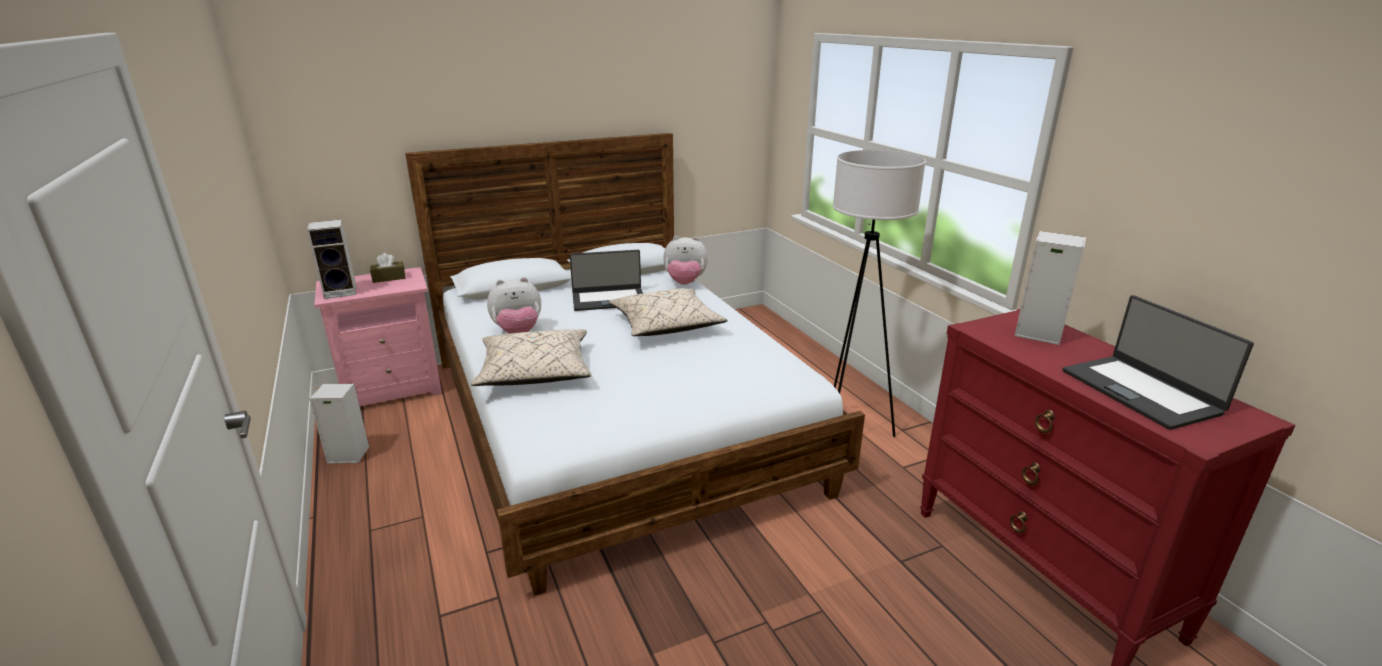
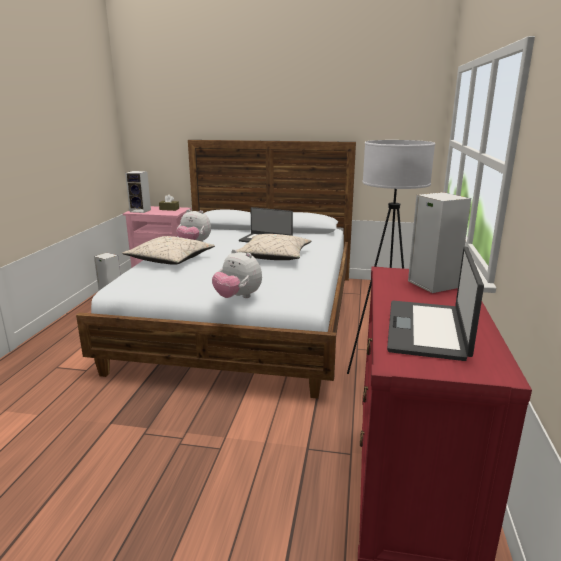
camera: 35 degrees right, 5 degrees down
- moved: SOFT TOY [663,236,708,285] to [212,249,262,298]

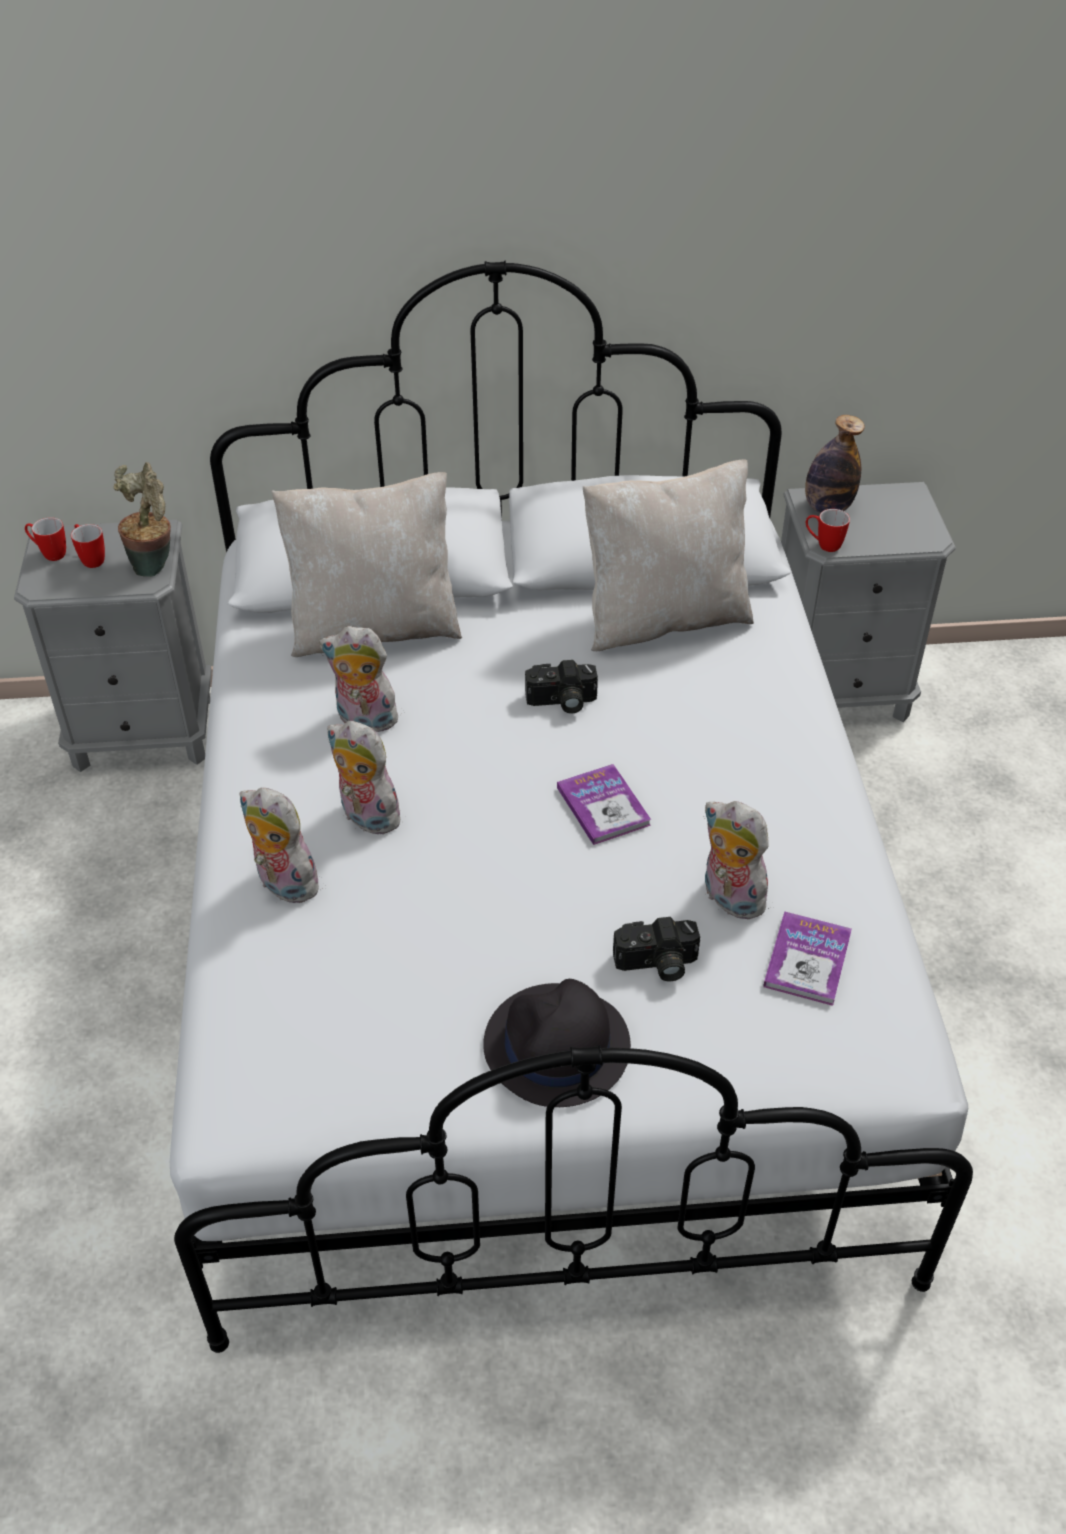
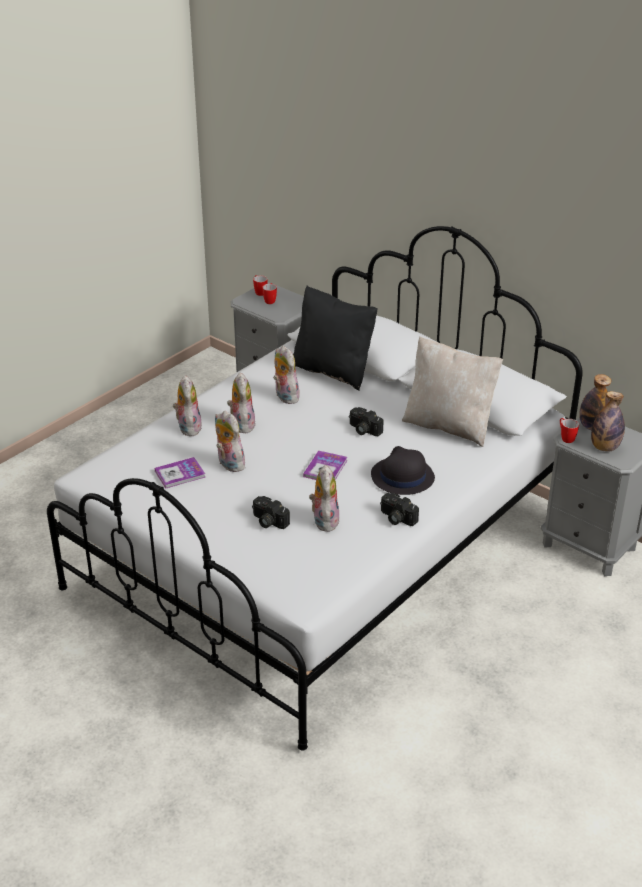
camera: 45 degrees right, 10 degrees down
- removed: PLANT IN A POT [113,462,171,577]
- added: SOFT TOY [215,411,245,472]
- added: PHOTO CAMERA [380,493,419,526]
- added: BOTTLE [591,391,625,452]
- moved: BLACKISH WEARABLE HAT [483,979,631,1107] to [371,446,435,495]
- moved: BOUND BOOK [763,911,852,1006] to [154,457,205,488]
- recoloured: BEIGE-COLOURED THROW PILLOW [272,472,462,657] to BLACKISH THROW PILLOW [293,286,377,391]

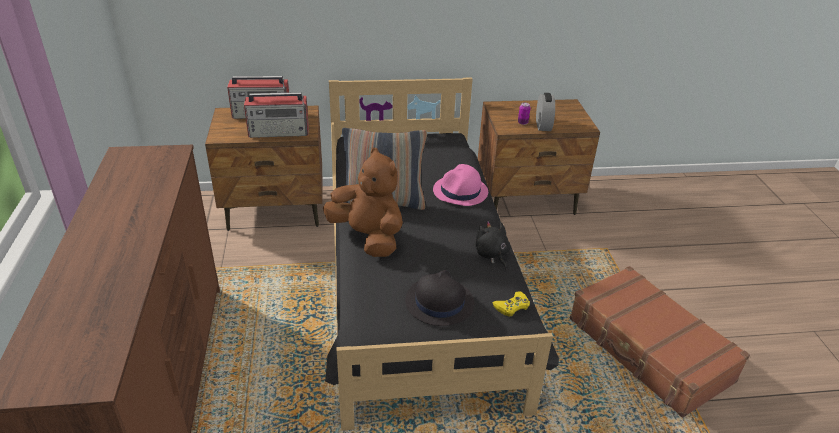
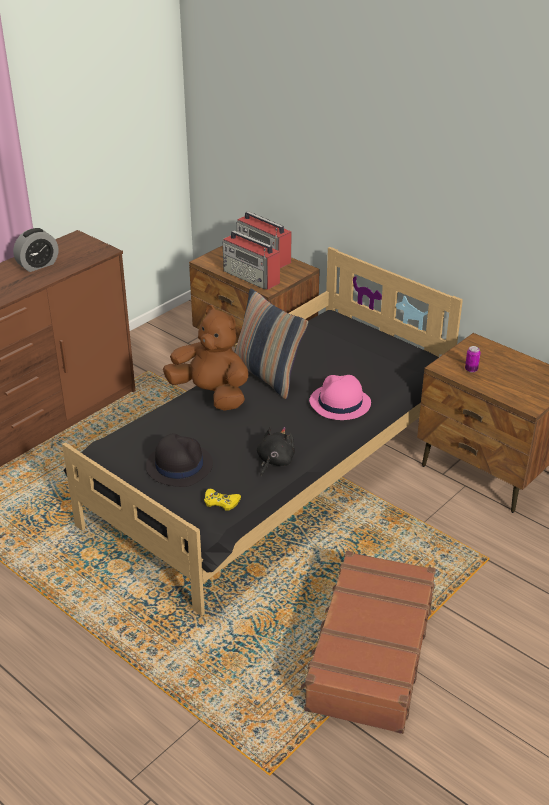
camera: 50 degrees right, 0 degrees up
- moved: TABLE CLOCK [536,93,555,131] to [13,228,58,272]
- turned: BROWN SOFT TOY [323,148,403,257] = [163,305,248,411] 60 degrees counterclockwise

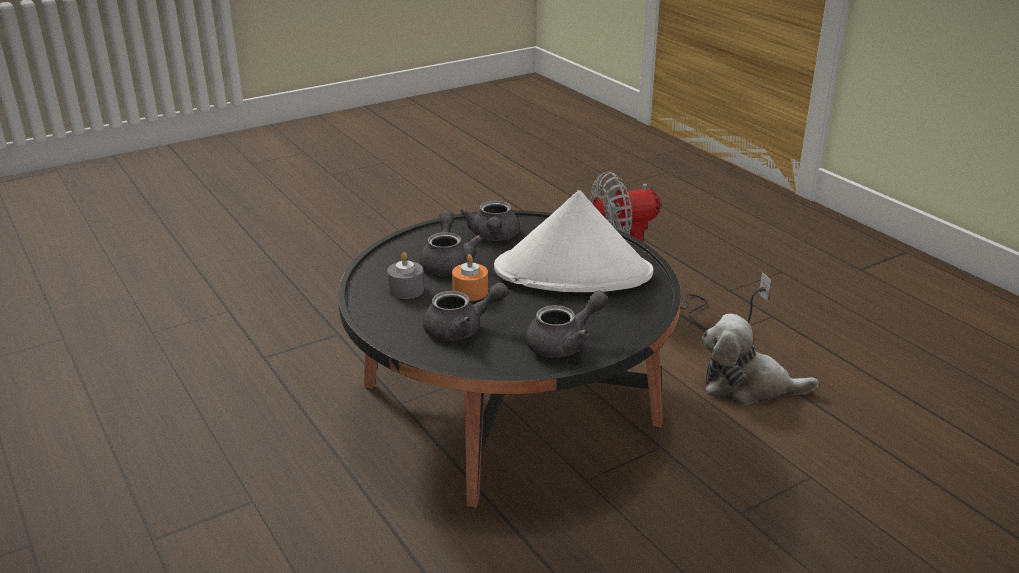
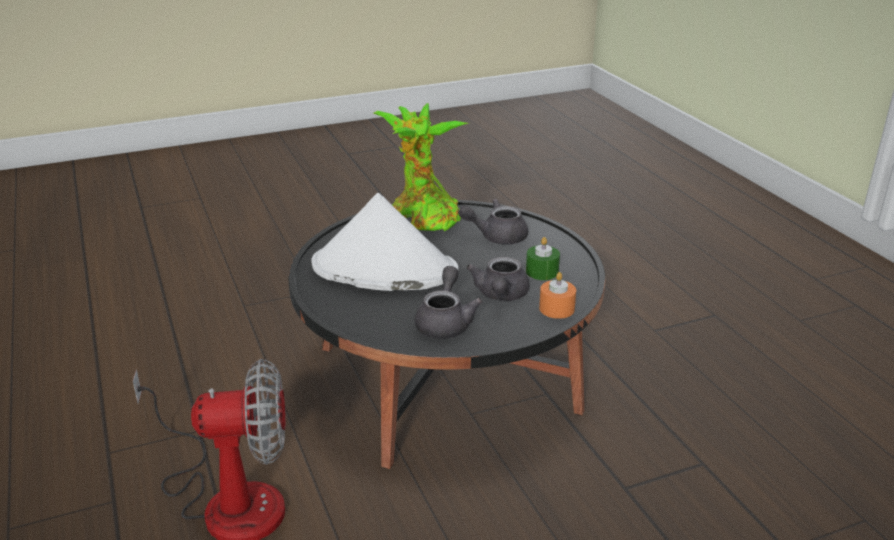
camera: 170 degrees left, 0 degrees up
- removed: SOFT TOY [702,314,819,405]
- moved: ORANGE-COLOURED CANDLE [452,254,488,301] to [539,272,576,319]
- replaced: GREY TEAPOT [526,290,608,358] to PLANT IN A POT [374,103,468,231]
- recoloured: GREY CANDLE [387,252,424,299] to GREEN CANDLE [526,237,560,280]

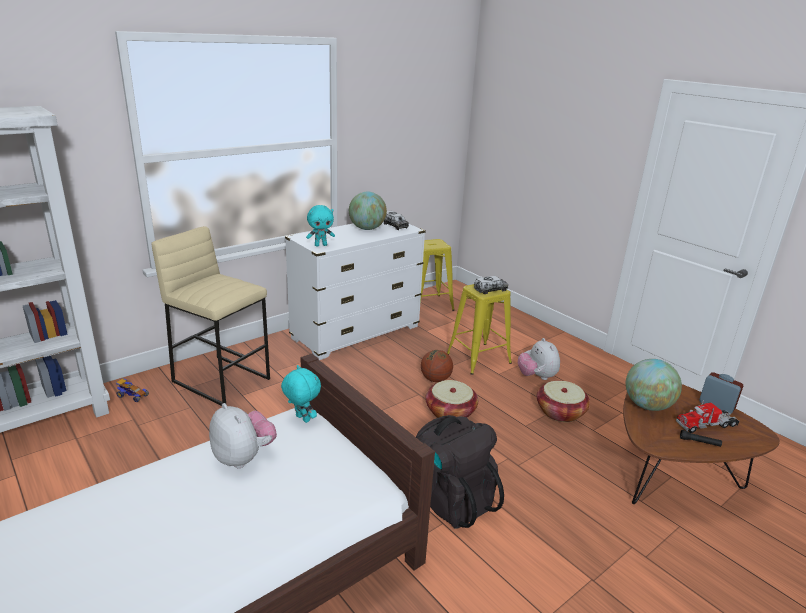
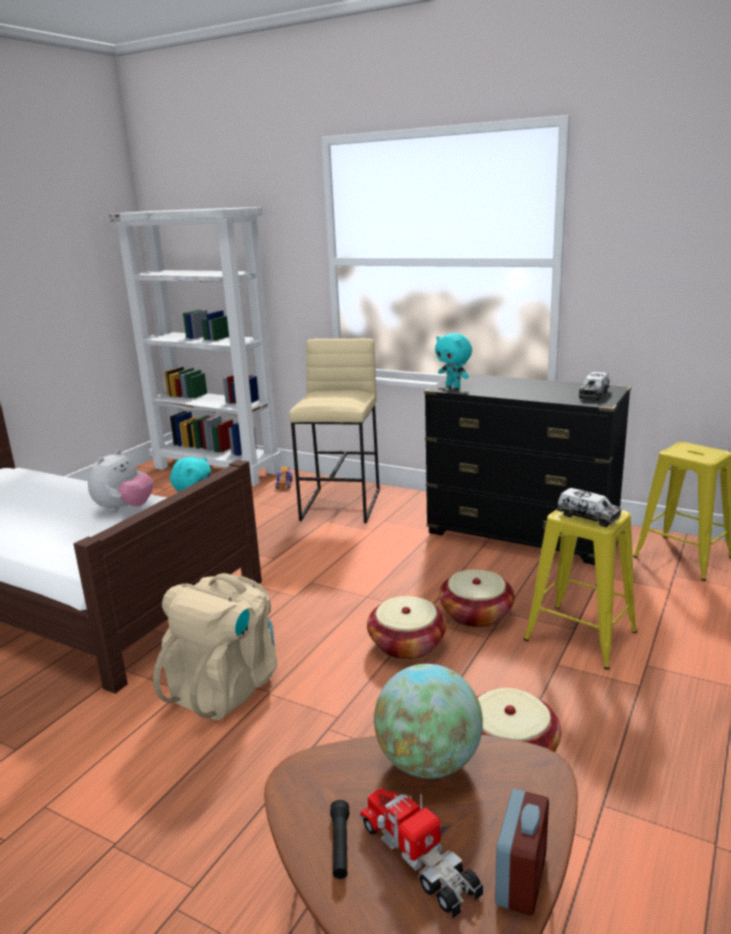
camera: 70 degrees right, 5 degrees down
- removed: WORLD GLOBE [349,192,387,230]
- removed: SOFT TOY [518,338,560,380]
- replaced: BASKETBALL [421,350,453,382] to BASKET [439,570,515,628]
- recoloured: WHITE DRAWER CHEST [285,222,426,360] to BLACKISH DRAWER CHEST [424,374,631,565]
- recoloured: BLACKISH RUCKSACK [416,415,504,529] to BEIGE-COLOURED RUCKSACK [153,573,277,720]

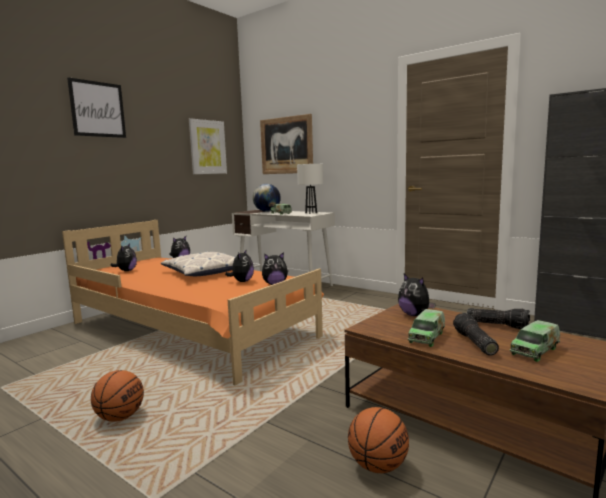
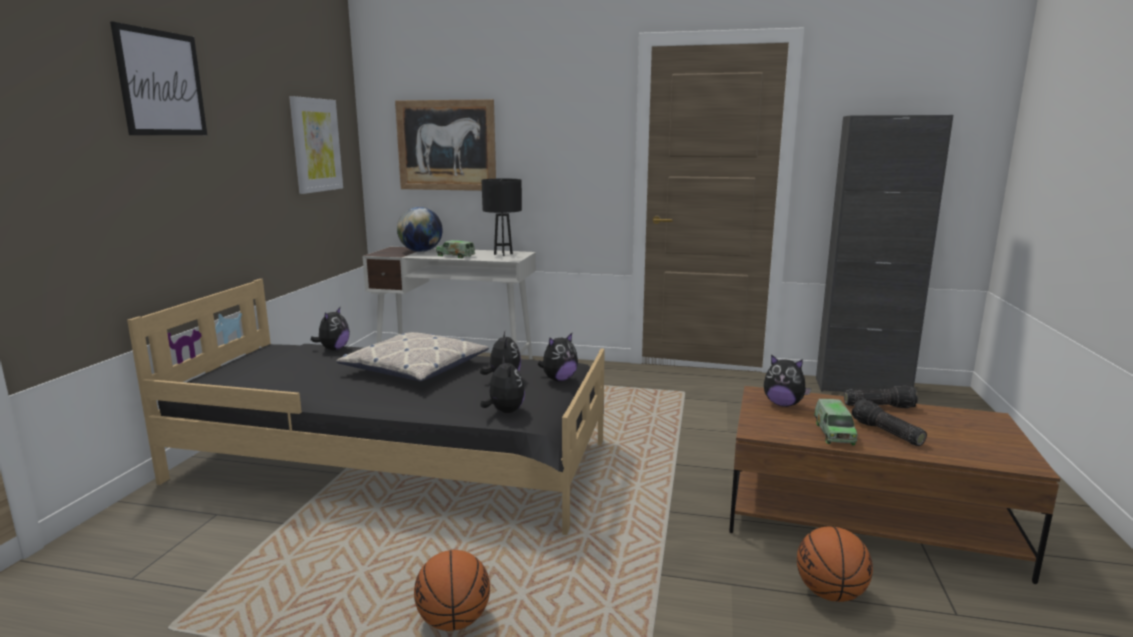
camera: 25 degrees left, 5 degrees up
- removed: TOY TRUCK [510,320,560,362]
- moved: SOFT TOY [110,243,137,271] to [481,356,525,413]
- recoloured: ORANGE-COLOURED BEDROOM BED [62,220,324,386] to BLACKISH BEDROOM BED [127,279,605,535]
- recoloured: WHITE LAMP FOR A TABLE [297,164,323,214] to BLACKISH LAMP FOR A TABLE [481,178,522,256]

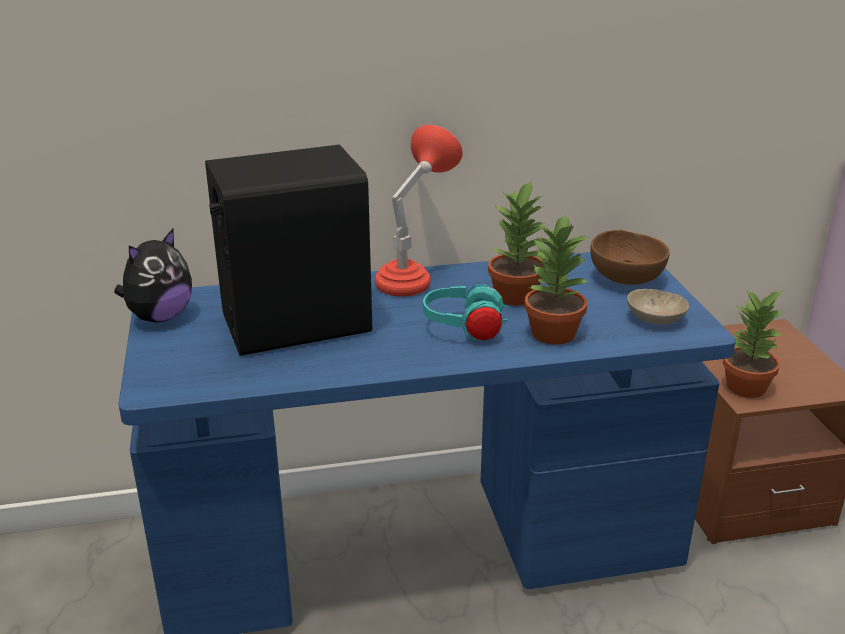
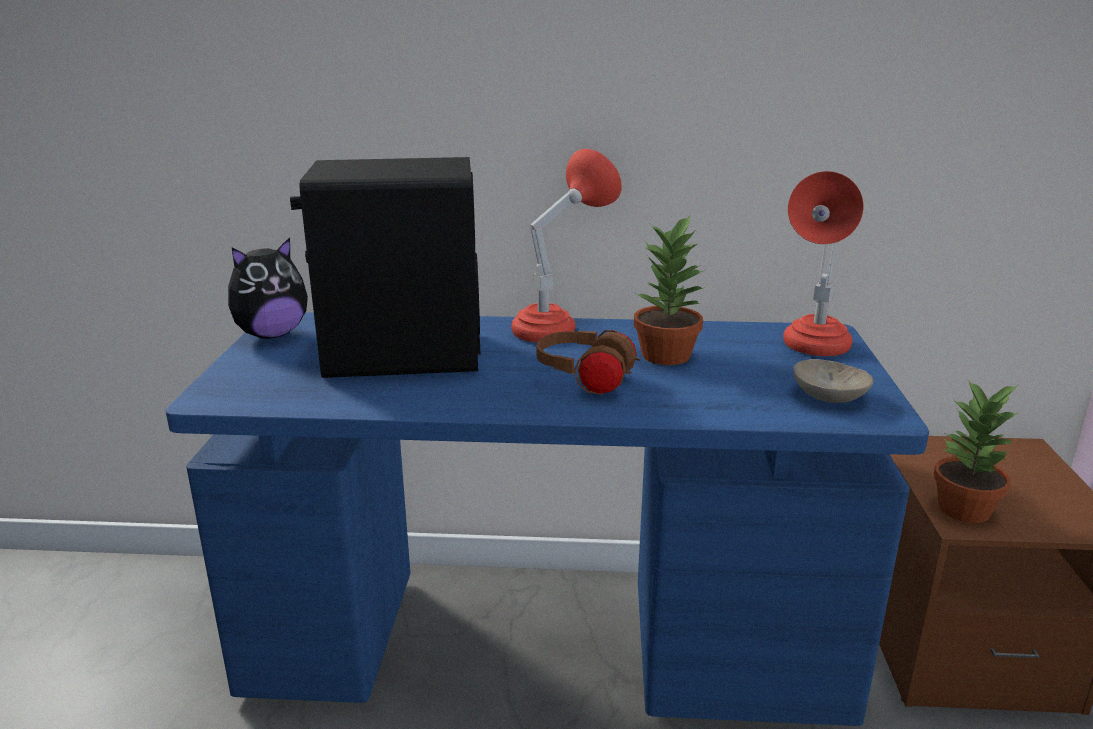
camera: 15 degrees right, 5 degrees down
- removed: PLANT IN A POT [524,214,589,345]
- replaced: BROWN DEEP DISH [590,230,670,285] to RED-COLOURED LAMP FOR A TABLE [783,171,863,356]
- recoloured: TURQUOISE HEADPHONES [423,285,508,341] to BROWN HEADPHONES [537,330,640,395]

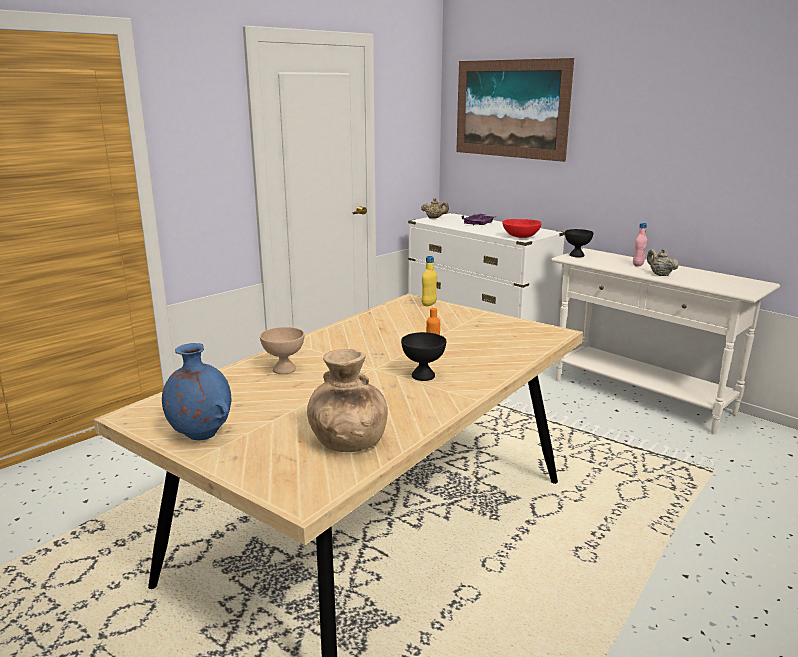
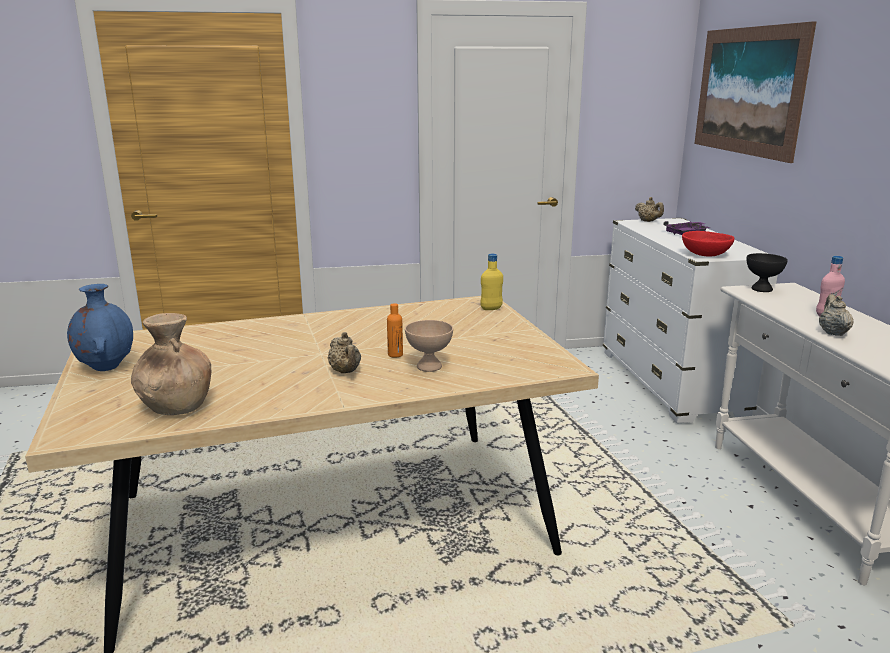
camera: 35 degrees right, 0 degrees up
- moved: BEIGE-COLOURED DEEP DISH [260,327,304,374] to [405,320,453,372]
- replaced: BLACKISH DEEP DISH [401,332,446,381] to BEIGE-COLOURED TEAPOT [328,332,361,373]

